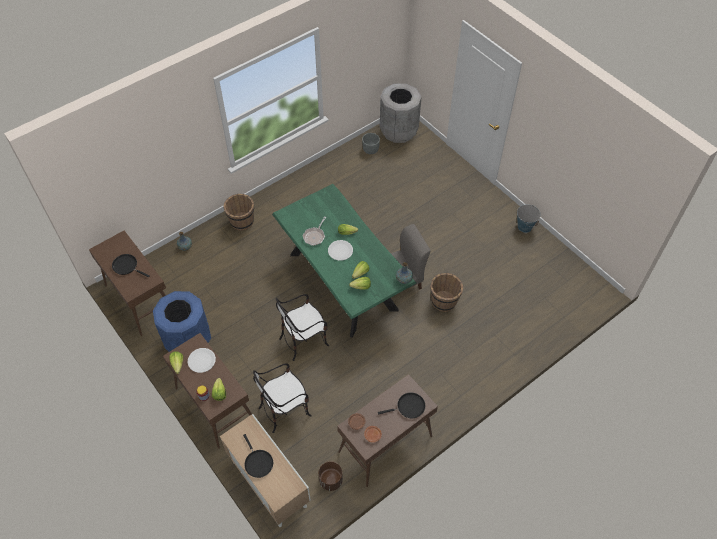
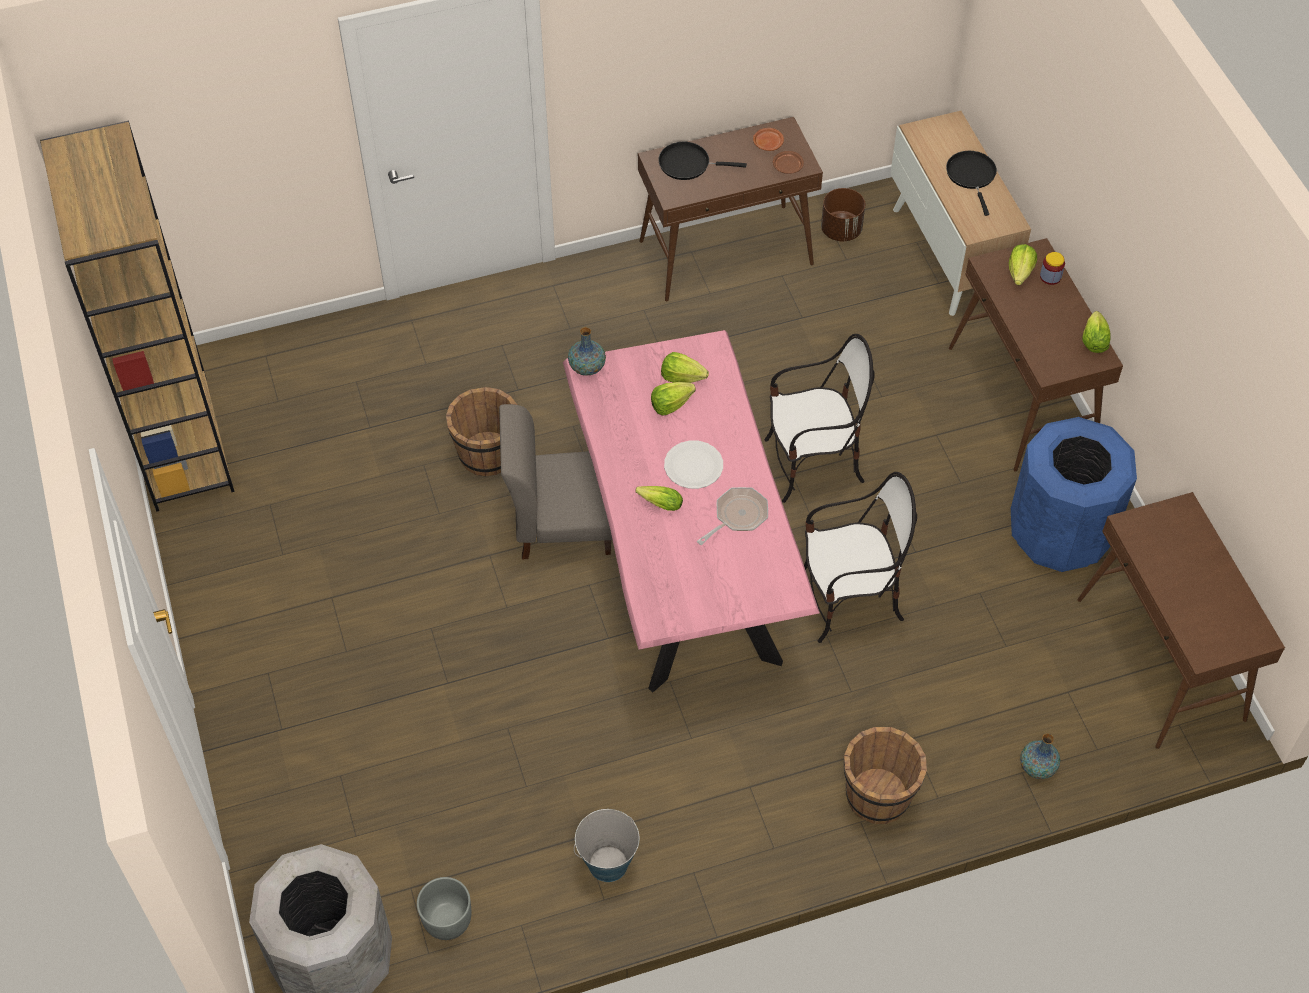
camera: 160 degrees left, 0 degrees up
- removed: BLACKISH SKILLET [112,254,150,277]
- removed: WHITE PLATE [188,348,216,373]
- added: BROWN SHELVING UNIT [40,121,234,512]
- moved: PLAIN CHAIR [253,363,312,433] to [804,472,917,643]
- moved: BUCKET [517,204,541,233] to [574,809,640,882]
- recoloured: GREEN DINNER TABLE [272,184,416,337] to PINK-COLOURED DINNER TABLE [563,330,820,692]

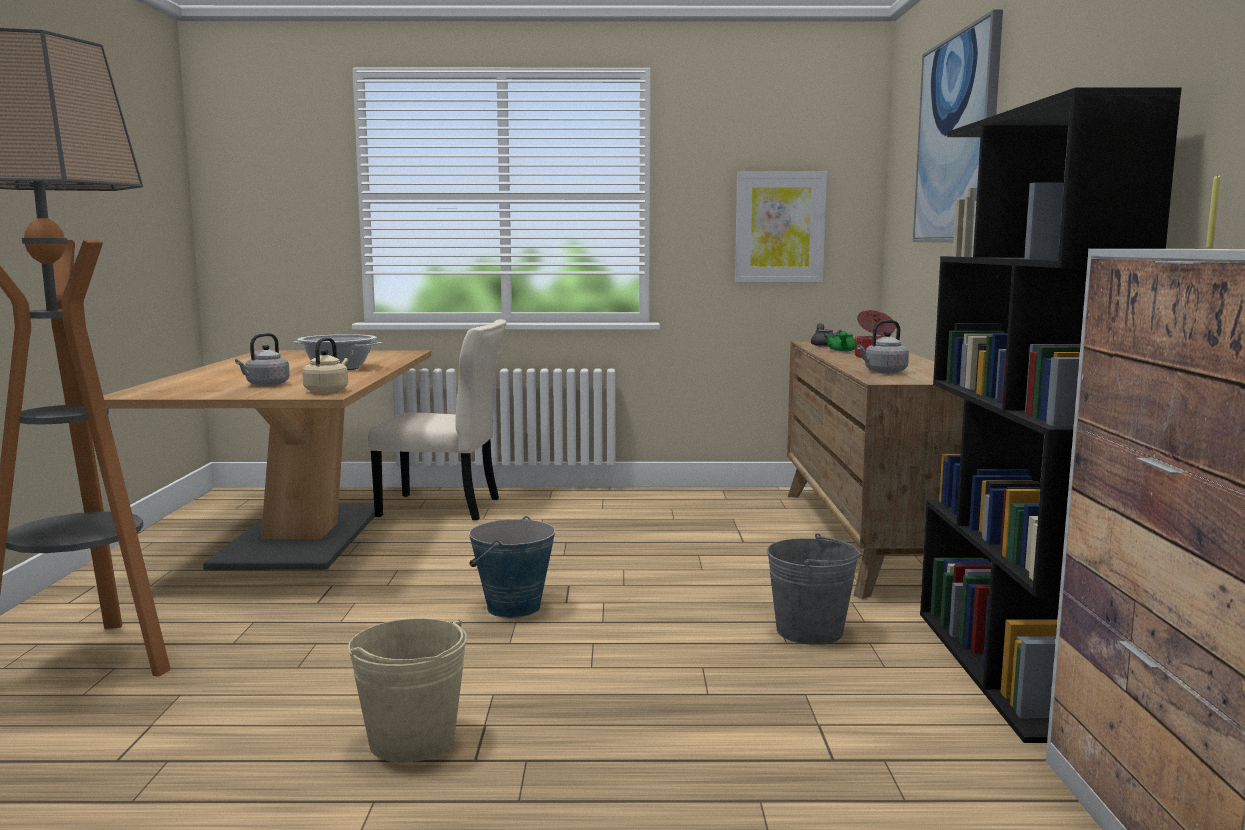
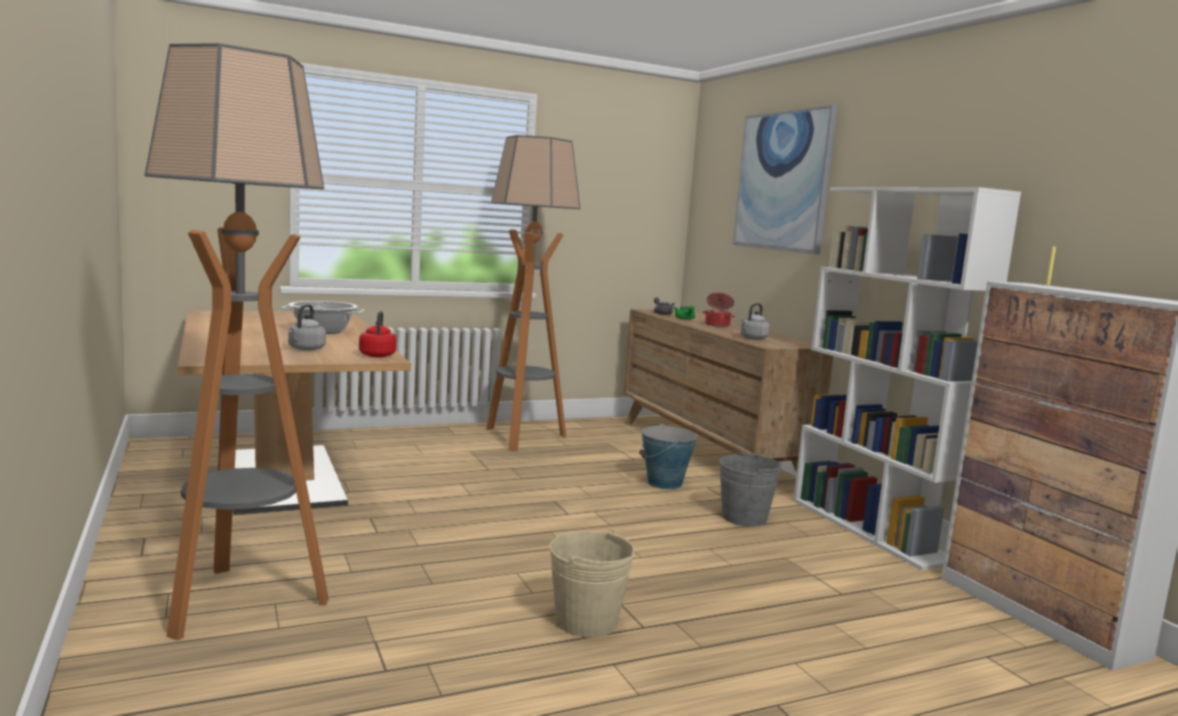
camera: 25 degrees left, 0 degrees up
- removed: BEIGE-COLOURED PLAIN CHAIR [368,319,507,520]
- removed: WALL PICTURE [735,172,827,282]
- added: STANDING LAMP [486,135,580,451]
- moved: BUCKET [469,516,555,618] to [639,424,697,490]
- recoloured: BEIGE-COLOURED TEA KETTLE [302,338,348,393] to RED-COLOURED TEA KETTLE [359,311,396,357]
- recoloured: BLACKISH SHELVING UNIT [920,87,1182,743] to WHITE SHELVING UNIT [793,187,1021,570]

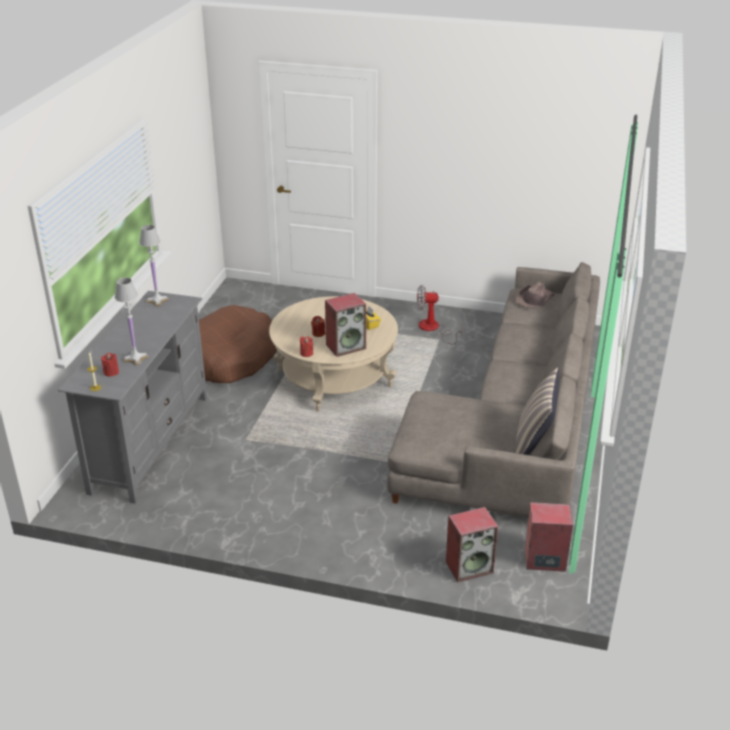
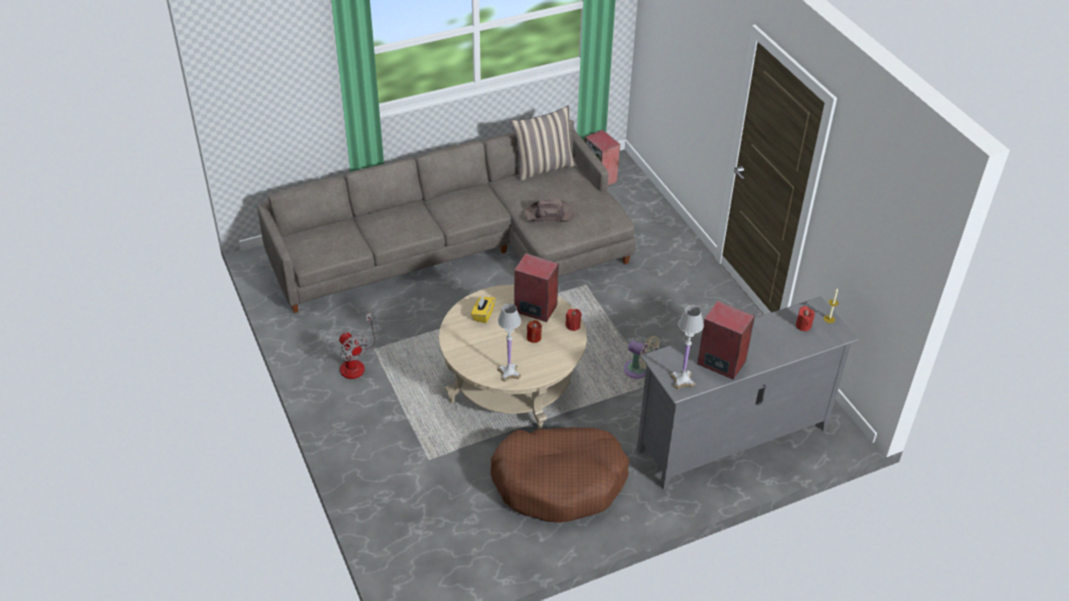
camera: 130 degrees left, 10 degrees up
- added: BEIGE-COLOURED COOLING FAN [624,336,660,379]
- moved: WHITE LAMP FOR A TABLE [115,278,148,365] to [498,304,521,382]
- moved: SPEAKER [446,507,498,582] to [697,301,755,380]
- moved: BROWN WEARABLE HAT [515,282,555,309] to [525,199,574,222]

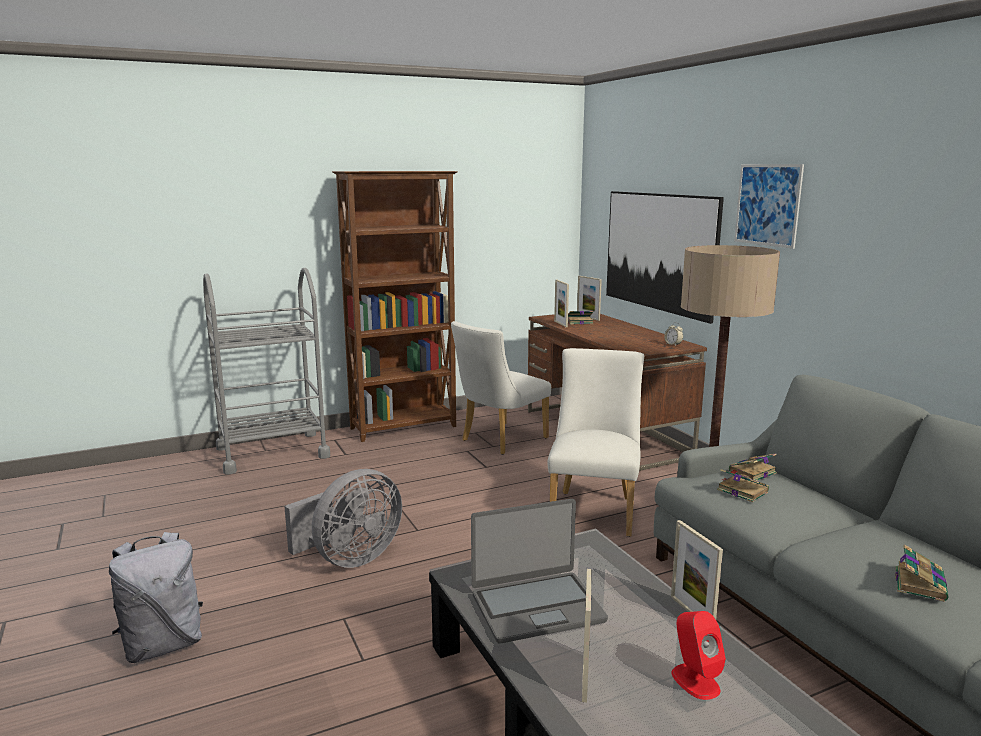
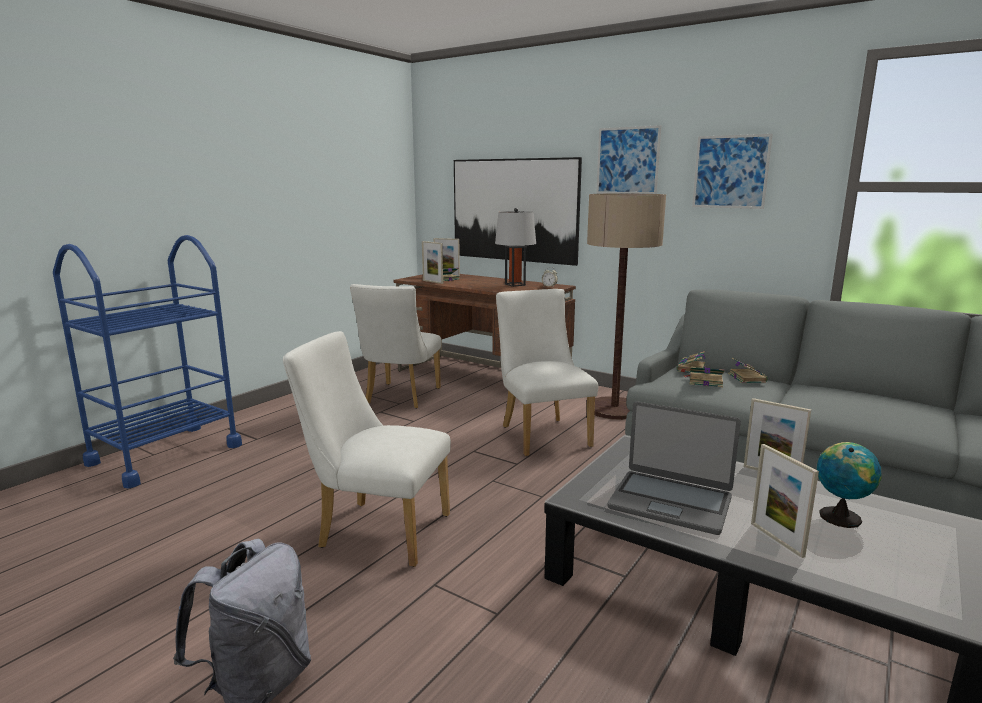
camera: 30 degrees left, 0 degrees up
- removed: BROWN SHELVING UNIT [332,171,458,442]
- added: GREY LAMP FOR A TABLE [495,208,536,287]
- added: WALL PICTURE [692,134,773,209]
- moved: BOUND BOOK [895,544,948,602] to [728,357,768,383]
- replaced: GREY COOLING FAN [284,469,402,568] to WHITE PLAIN CHAIR [283,331,451,567]
- replaced: RED-COLOURED SPEAKER [671,611,726,700] to WORLD GLOBE [817,442,882,528]
- recoloured: GREY CART [203,268,330,474] to BLUISH CART [53,235,242,489]
- turned: LAPTOP [471,499,608,643] = [607,401,741,535] 75 degrees clockwise

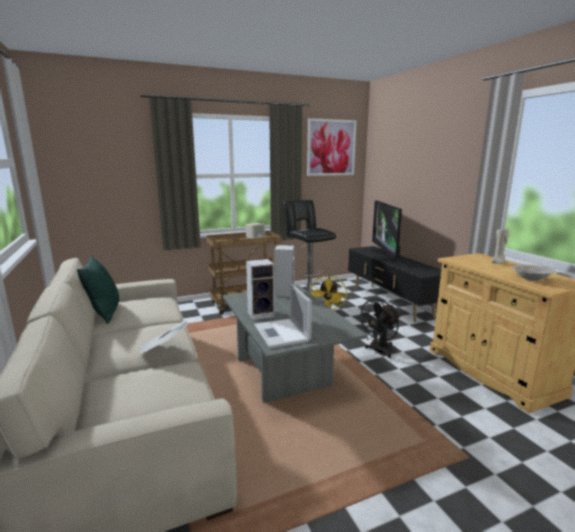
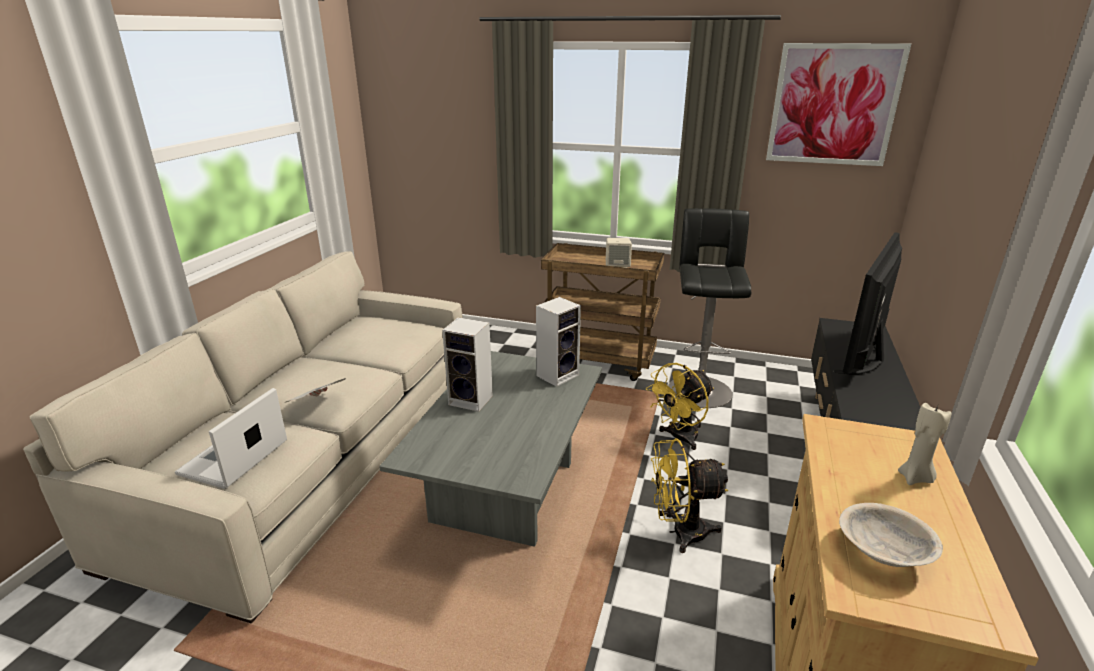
camera: 40 degrees right, 10 degrees up
- removed: GREEN THROW PILLOW [77,255,119,324]
- moved: LAPTOP [254,283,312,348] to [175,388,287,489]
- recoloured: BLACKISH COOLING FAN [355,298,400,358] to YELLOW COOLING FAN [651,438,728,553]

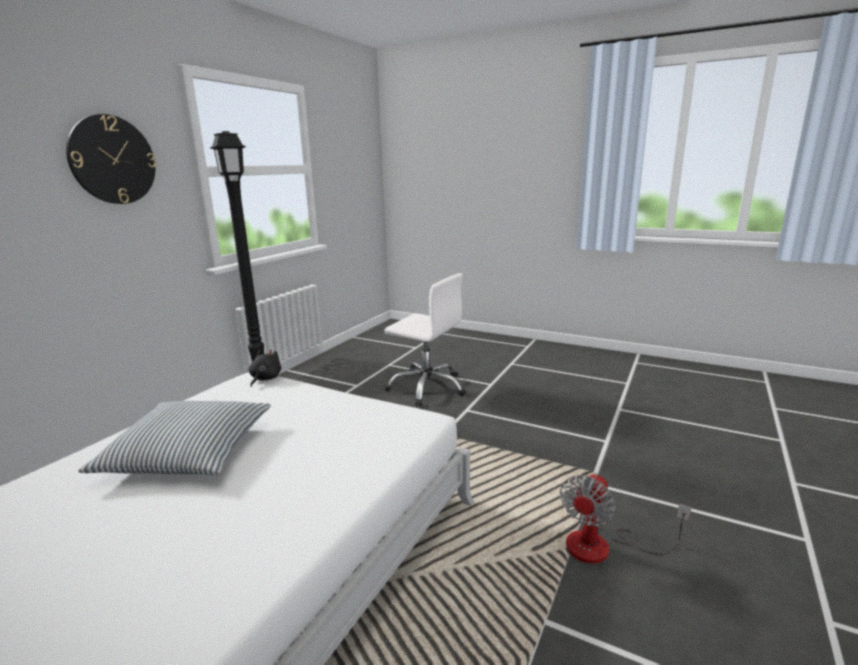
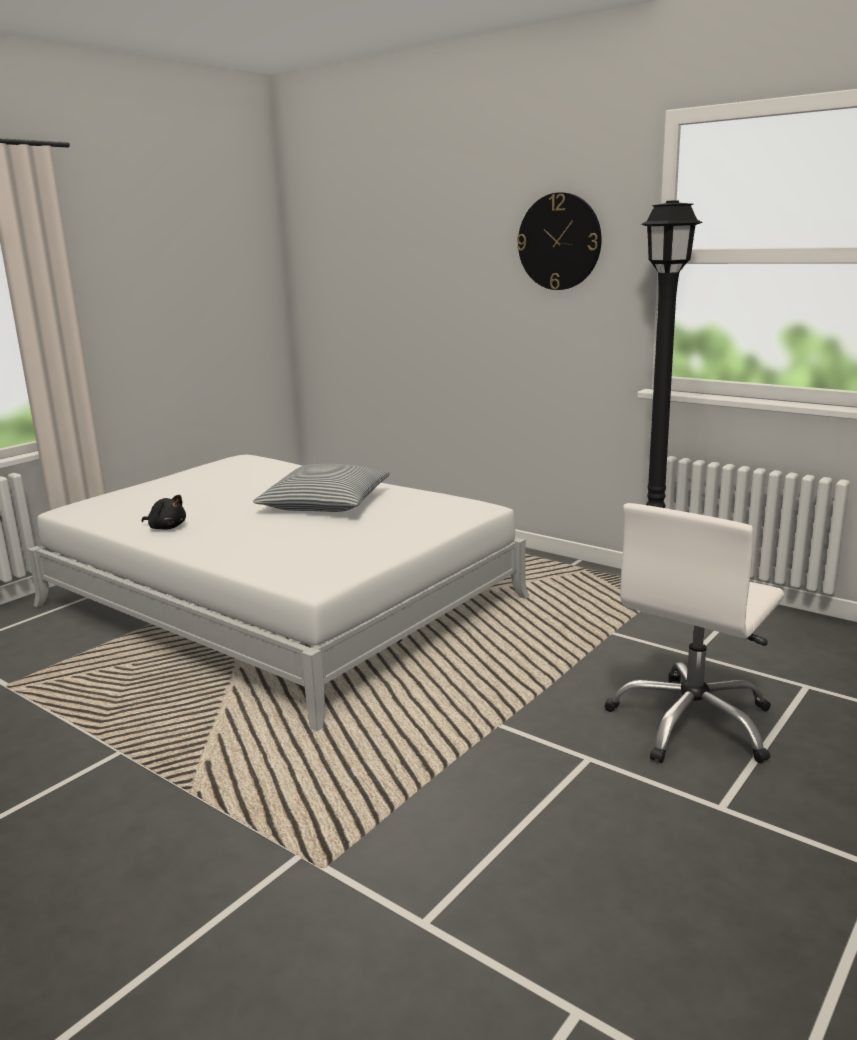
camera: 100 degrees right, 0 degrees up
- removed: COOLING FAN [560,473,692,563]
- moved: BLACKISH SOFT TOY [249,350,281,387] to [142,495,186,530]

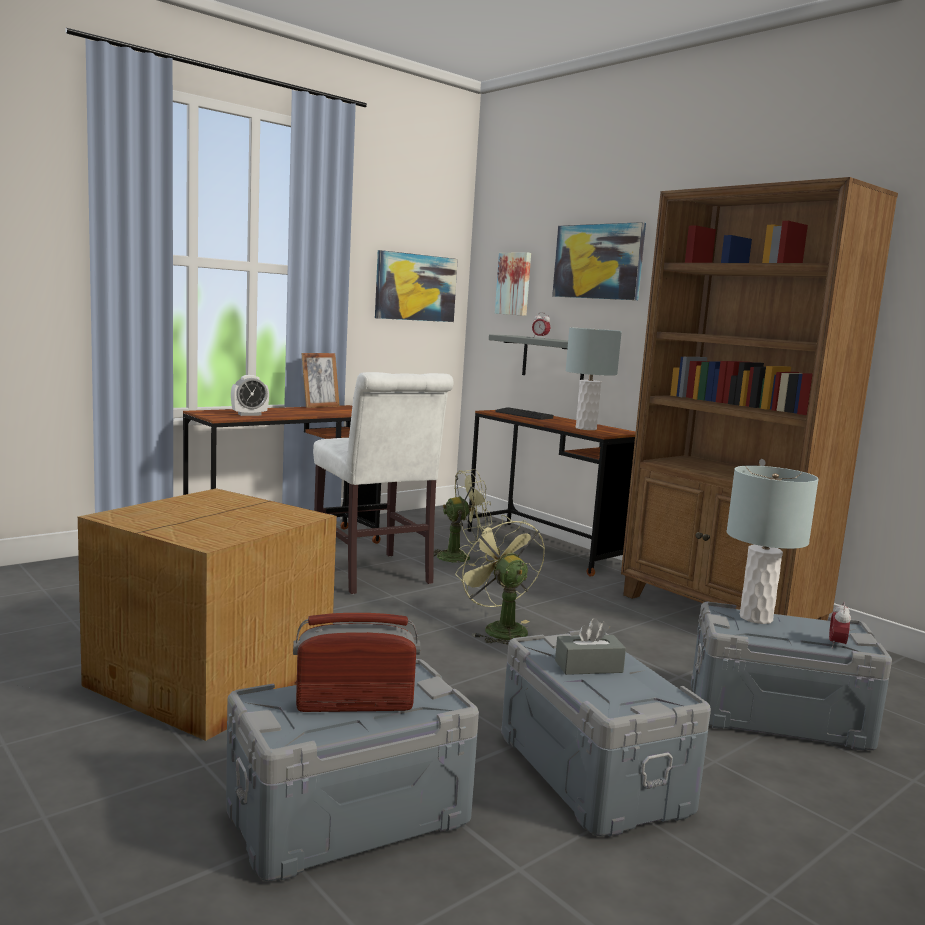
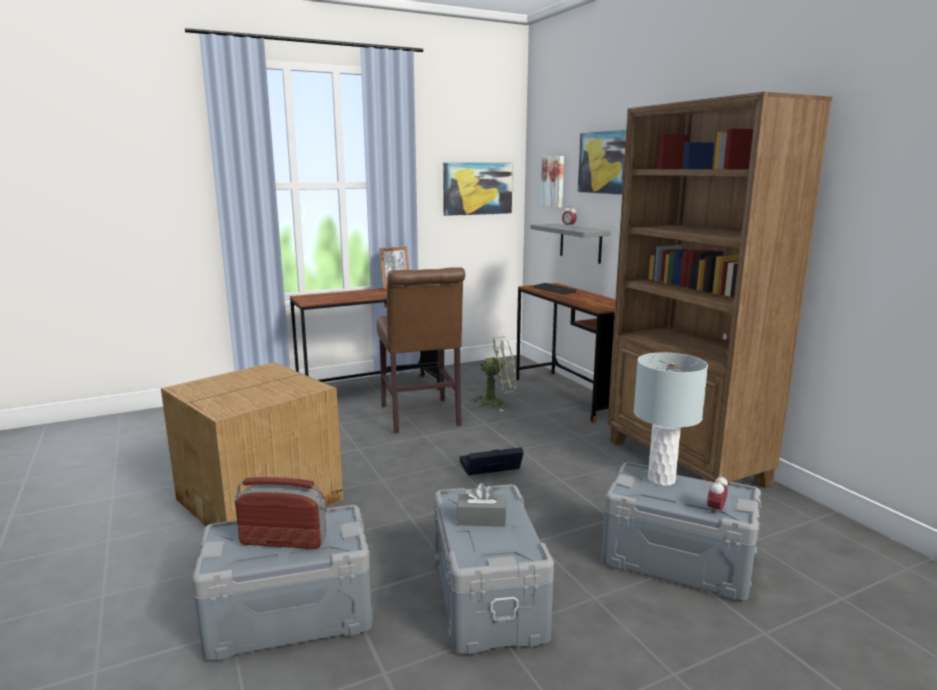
camera: 15 degrees right, 5 degrees up
- removed: TABLE CLOCK [231,375,269,416]
- removed: GREY LAMP FOR A TABLE [565,328,622,430]
- replaced: GREEN COOLING FAN [455,515,545,645] to BLACKISH STORAGE BIN [460,447,524,475]
- recoloured: WHITE PLAIN CHAIR [313,372,454,594] to BROWN PLAIN CHAIR [377,267,465,434]

